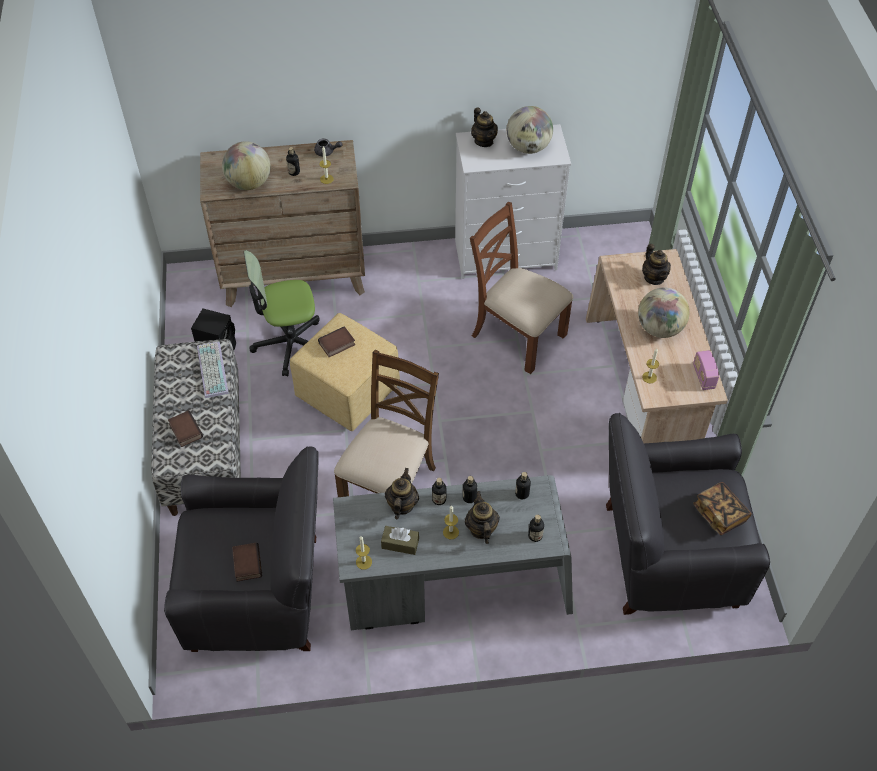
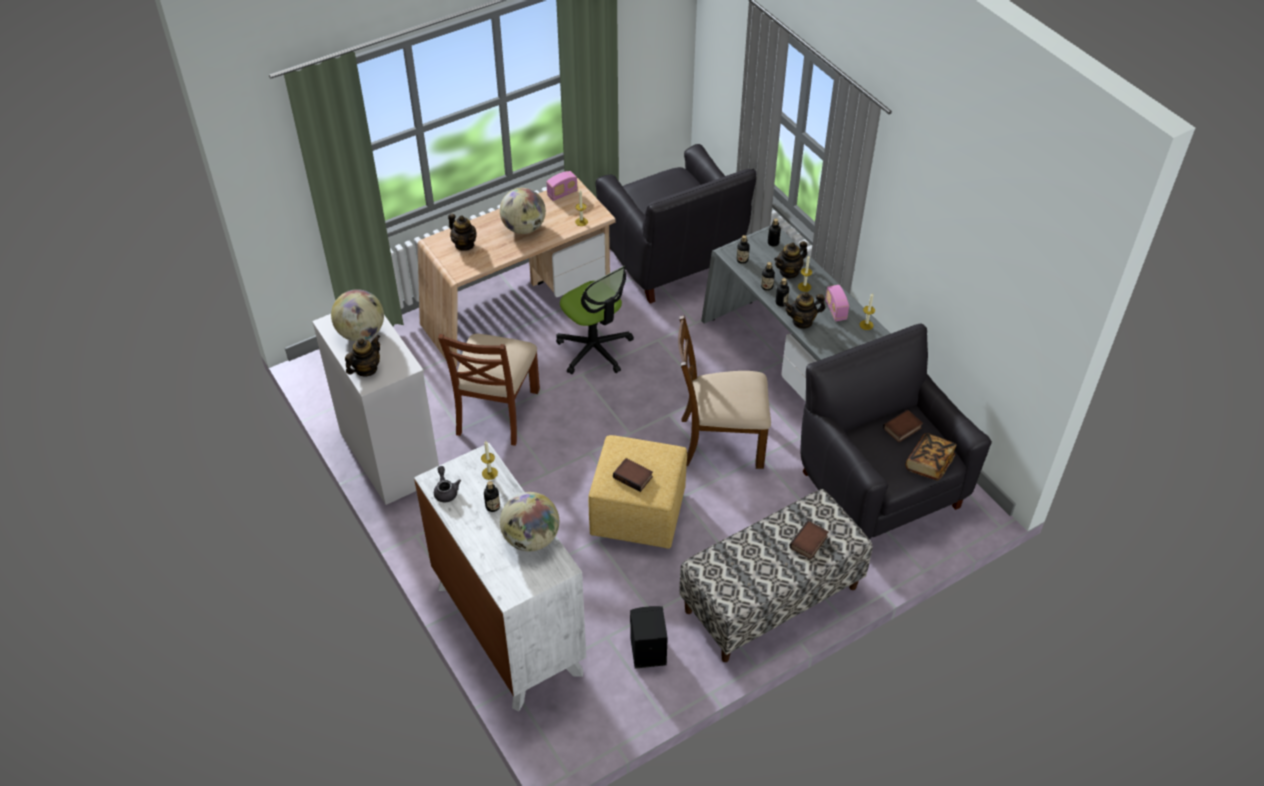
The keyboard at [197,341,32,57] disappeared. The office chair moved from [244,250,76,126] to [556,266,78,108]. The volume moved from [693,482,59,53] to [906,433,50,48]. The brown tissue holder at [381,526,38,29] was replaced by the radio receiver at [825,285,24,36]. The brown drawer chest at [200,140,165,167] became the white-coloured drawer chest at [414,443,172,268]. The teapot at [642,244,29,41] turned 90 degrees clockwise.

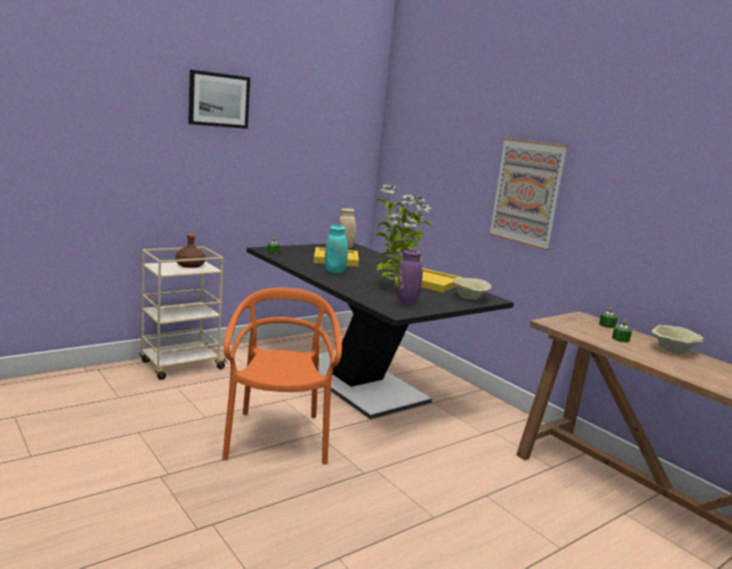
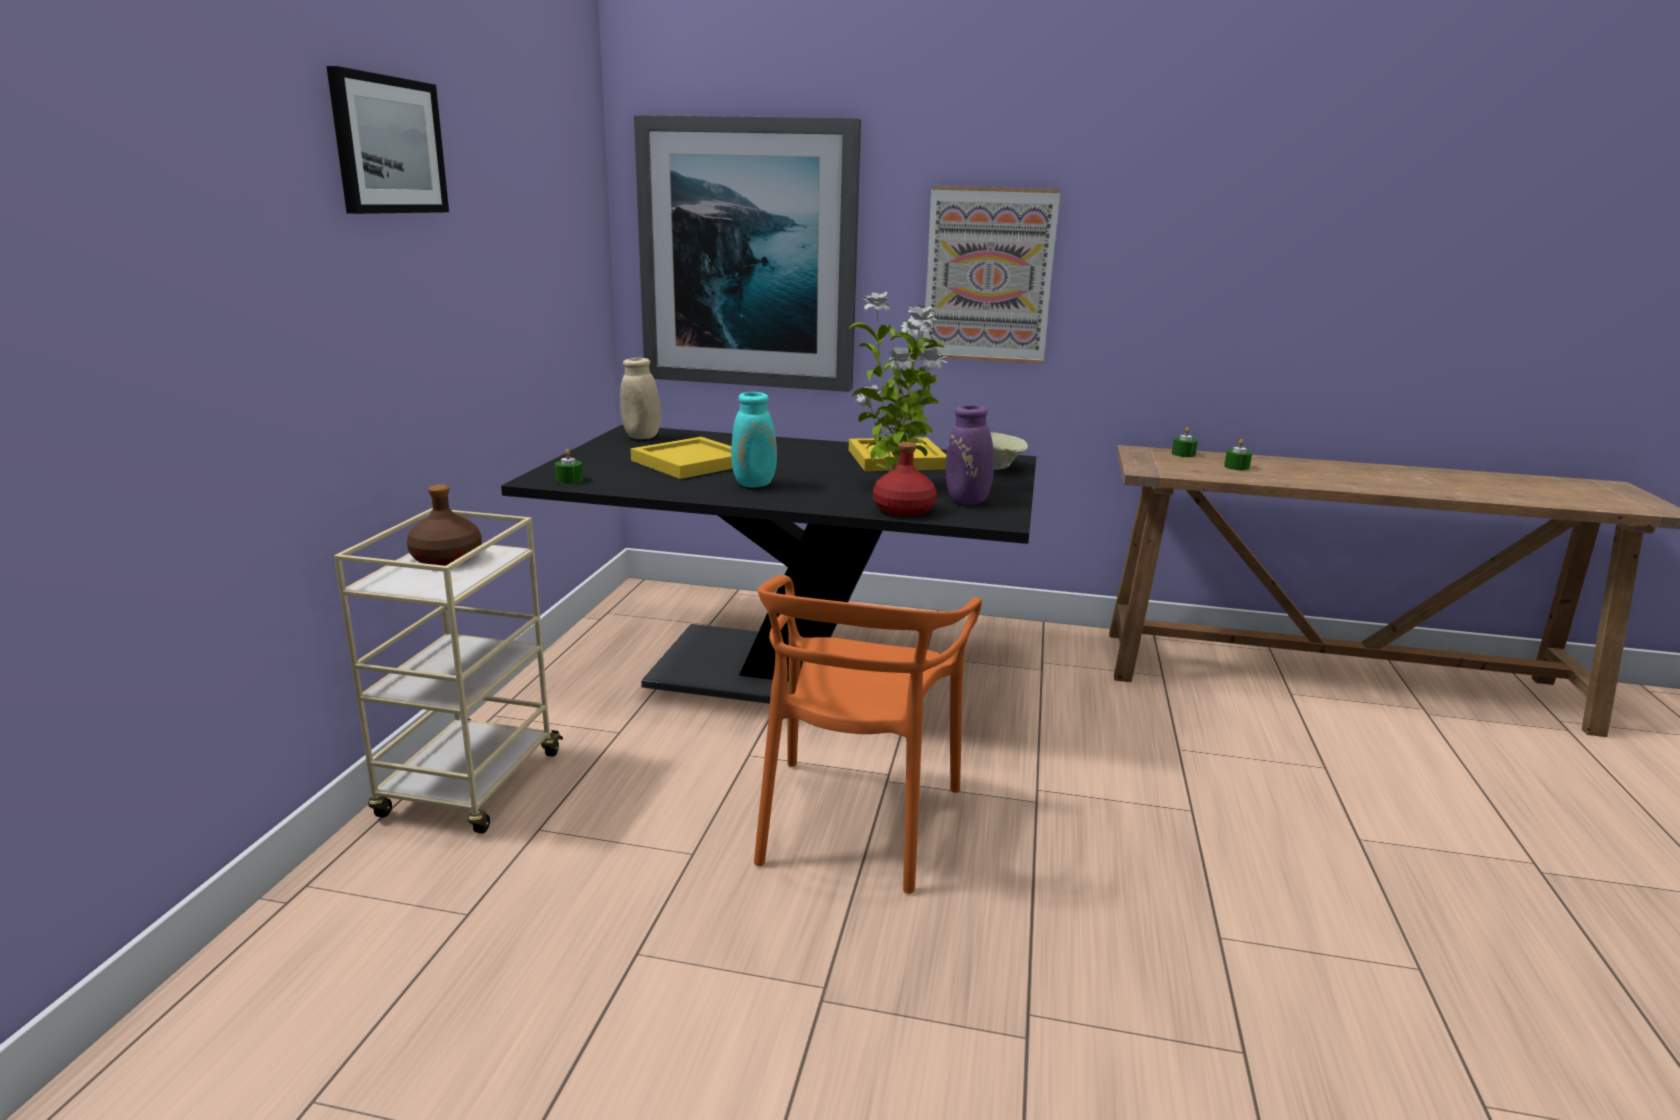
The beige deep dish at [652,325,52,29] disappeared. The picture at [634,115,227,277] appeared. The red-coloured bottle at [873,442,64,75] appeared. The orangey chair at [222,287,120,177] turned 120 degrees counterclockwise.

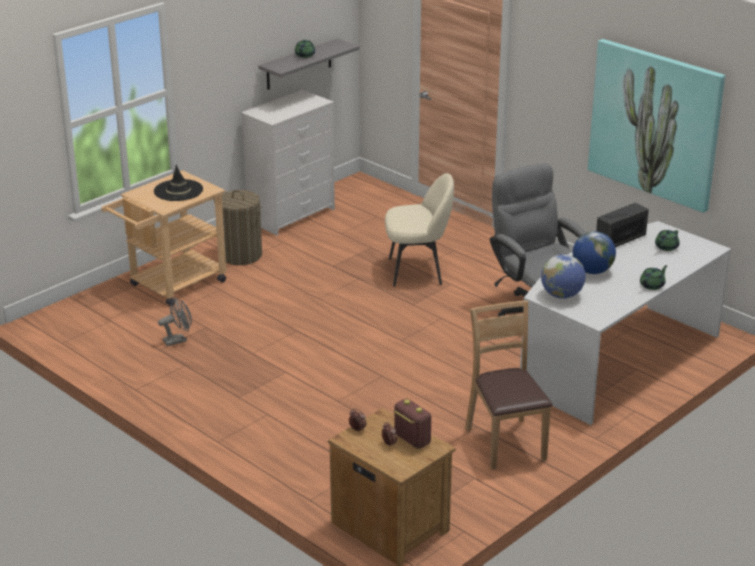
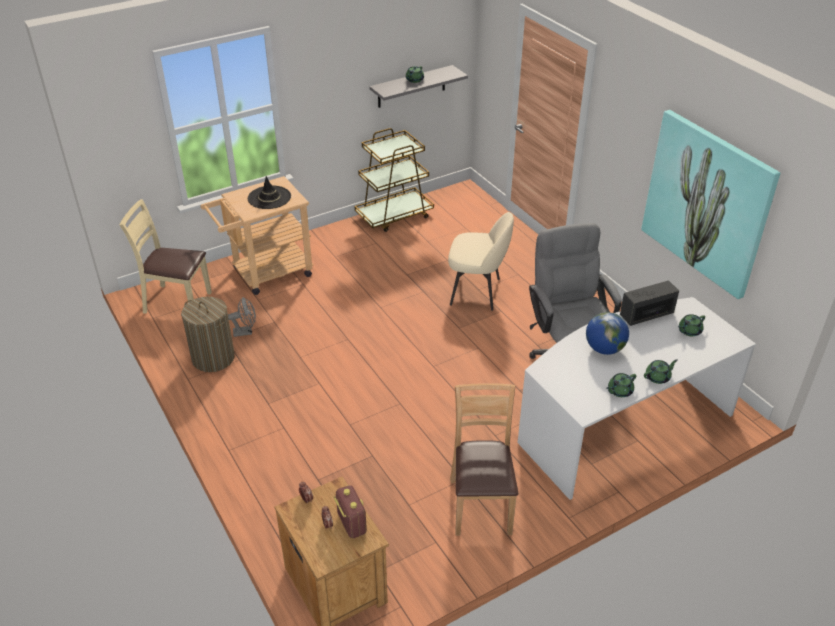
The desk globe at [541,254,45,45] disappeared. The beige chair at [120,199,92,115] appeared. The green-coloured teapot at [606,373,30,24] appeared. The washing basket moved from [213,190,49,75] to [181,297,54,75]. The white-coloured drawer chest at [241,90,94,145] was replaced by the brown cart at [355,128,79,104].

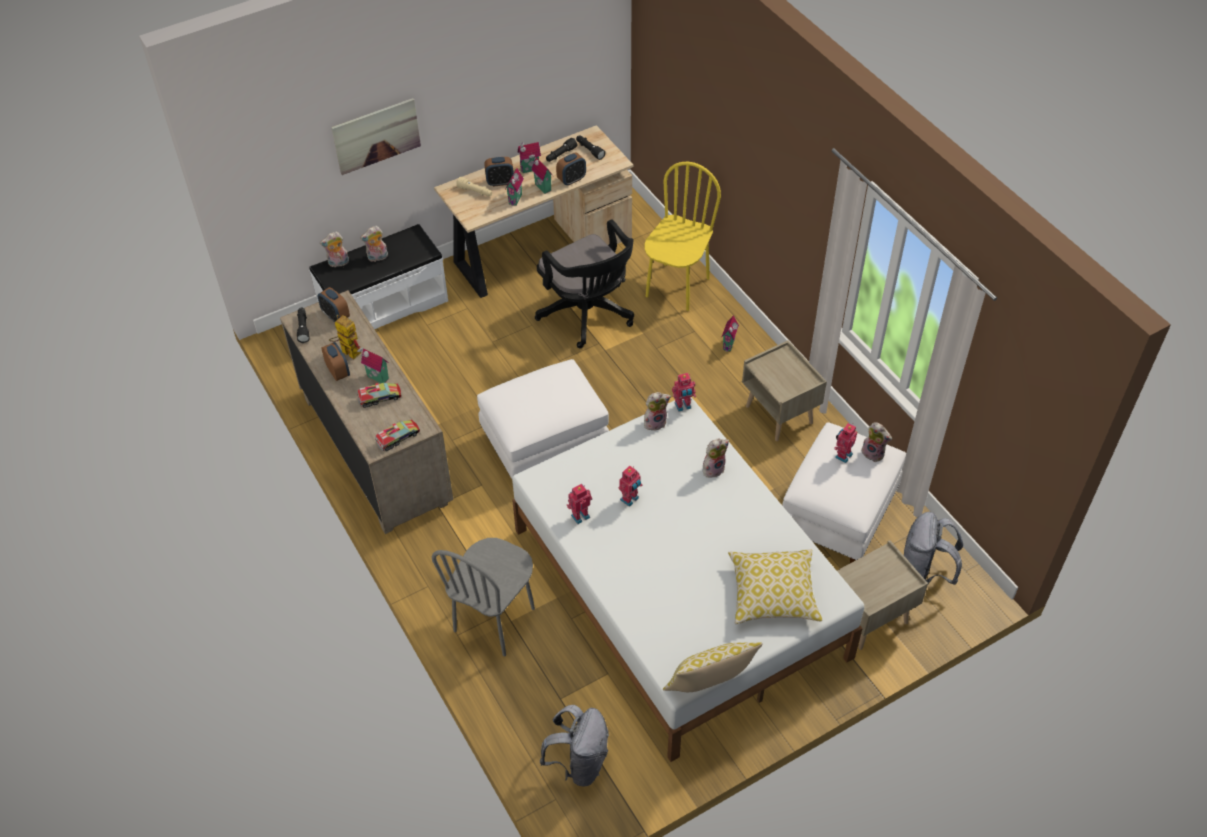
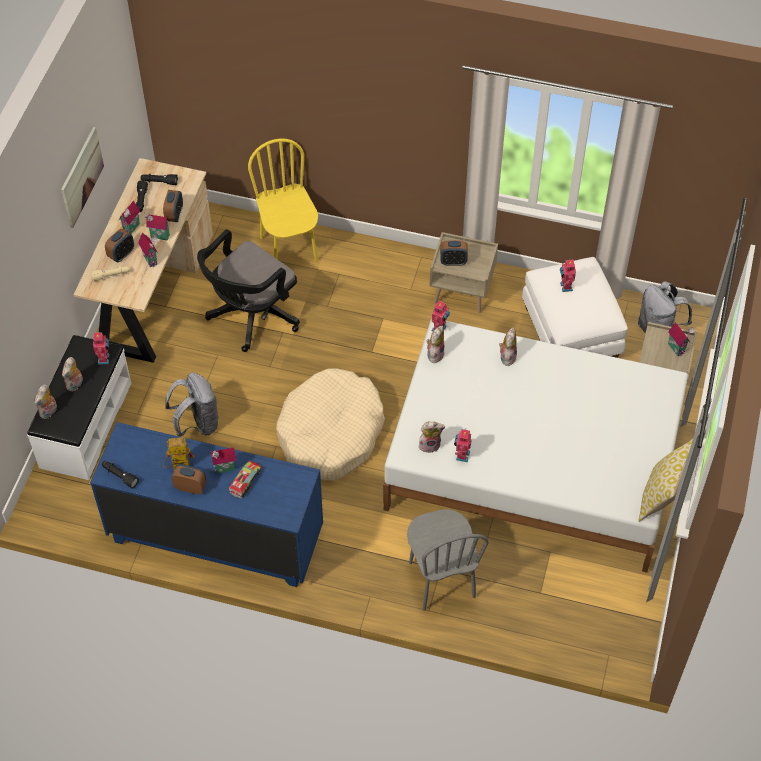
The model truck at [375,419,45,32] disappeared. The pillow at [728,549,95,75] disappeared. The bedside clock moved from [318,287,32,35] to [440,240,28,26]. The picture moved from [331,98,90,77] to [61,127,43,101]. The gray knapsack moved from [540,705,69,81] to [165,372,54,65]. The robot figure moved from [618,466,24,41] to [93,332,16,32]. The toy house moved from [721,315,18,37] to [668,322,27,34]. The cuddly toy moved from [861,422,31,40] to [419,421,26,32]. The white-coloured pouffe at [477,359,132,120] was replaced by the beige dog bed at [276,368,109,113]. The beige drawer chest at [280,290,174,244] became the blue-coloured drawer chest at [90,422,233,165]. The black-coloured office chair at [535,219,99,129] turned 120 degrees clockwise.

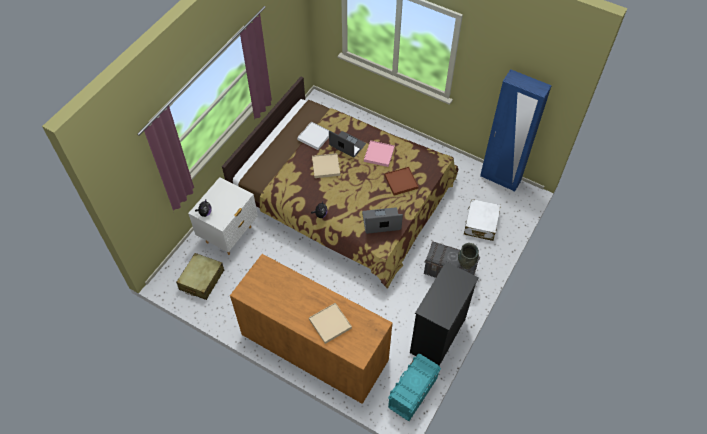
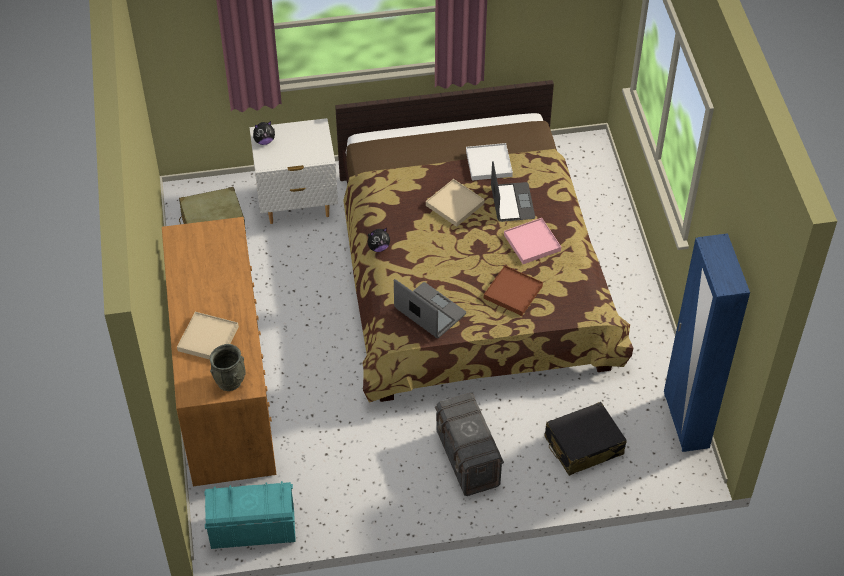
The black-coloured drawer chest at [410,262,69,104] disappeared. The gray vase moved from [458,243,21,26] to [210,344,36,47]. The white-coloured piece of luggage at [464,199,37,42] became the black-coloured piece of luggage at [544,402,83,74].

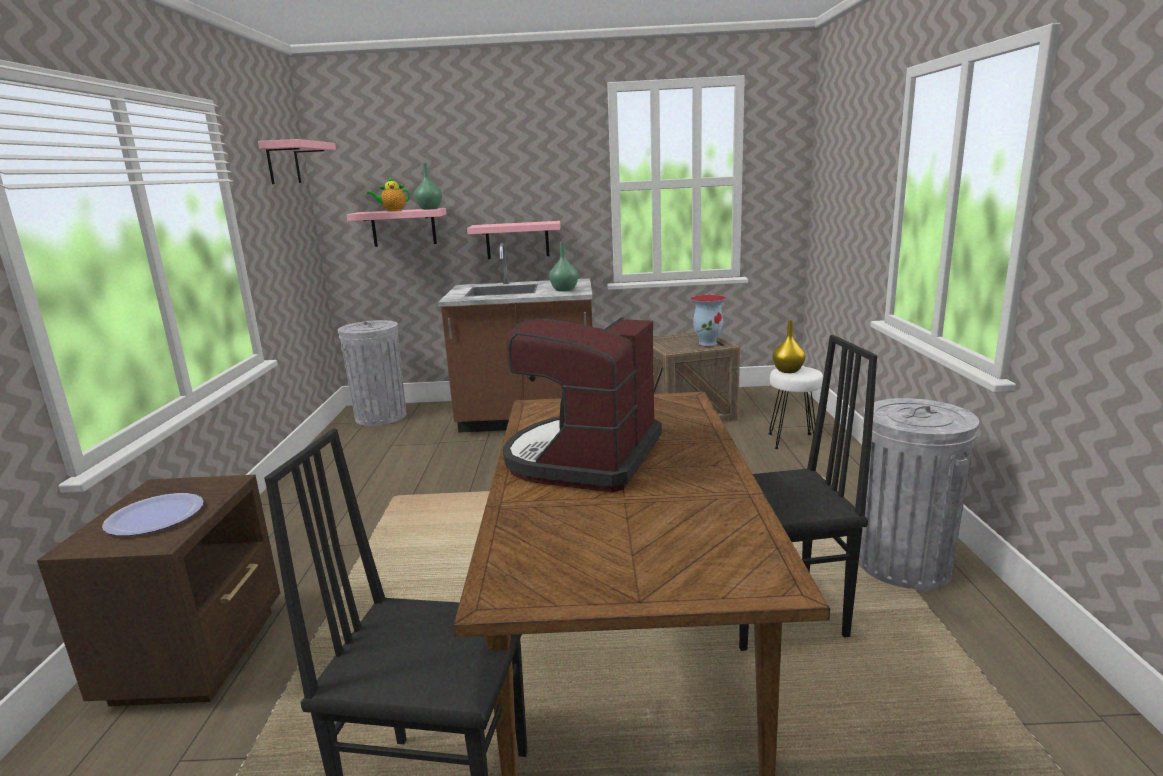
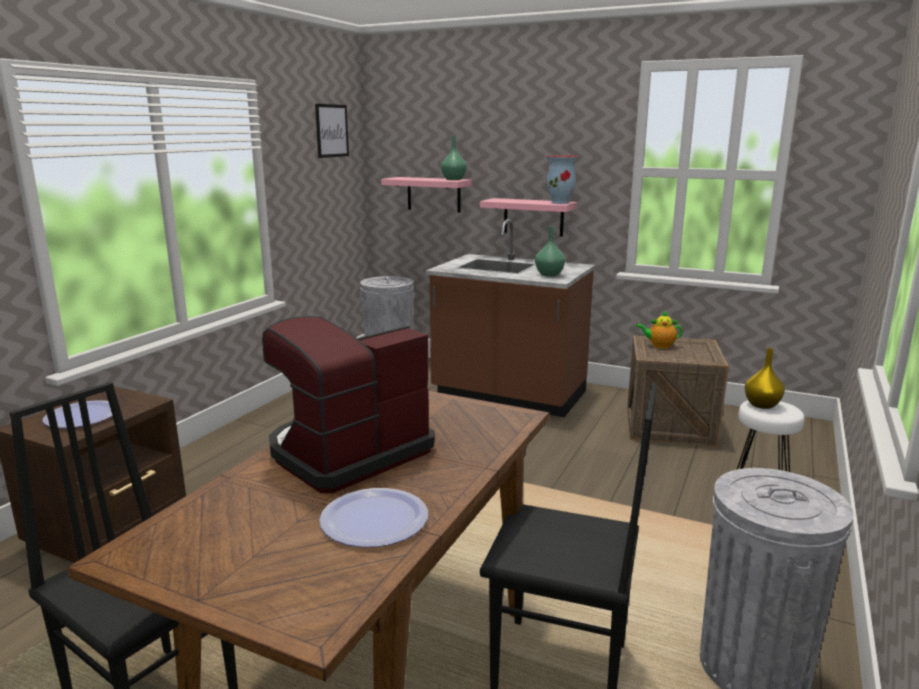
The flat dish at [319,488,109,59] appeared. The teapot moved from [367,176,43,35] to [636,310,47,39]. The vase moved from [690,295,36,51] to [545,156,35,48]. The pinkish shelf at [258,139,78,45] was replaced by the picture at [315,104,34,54].

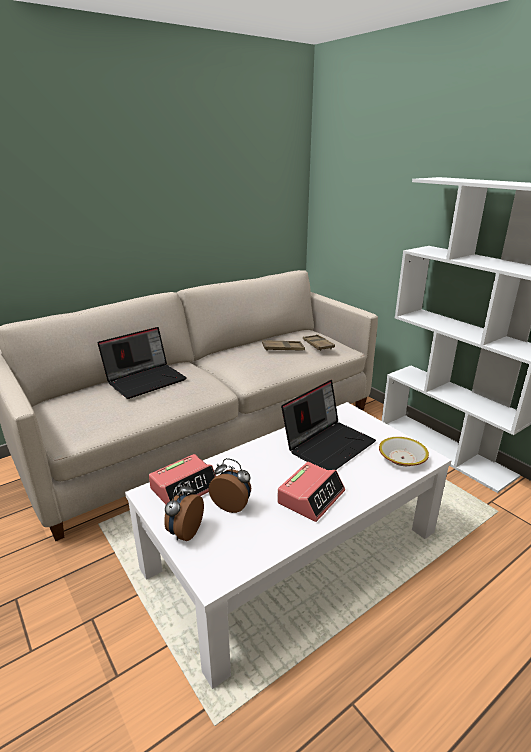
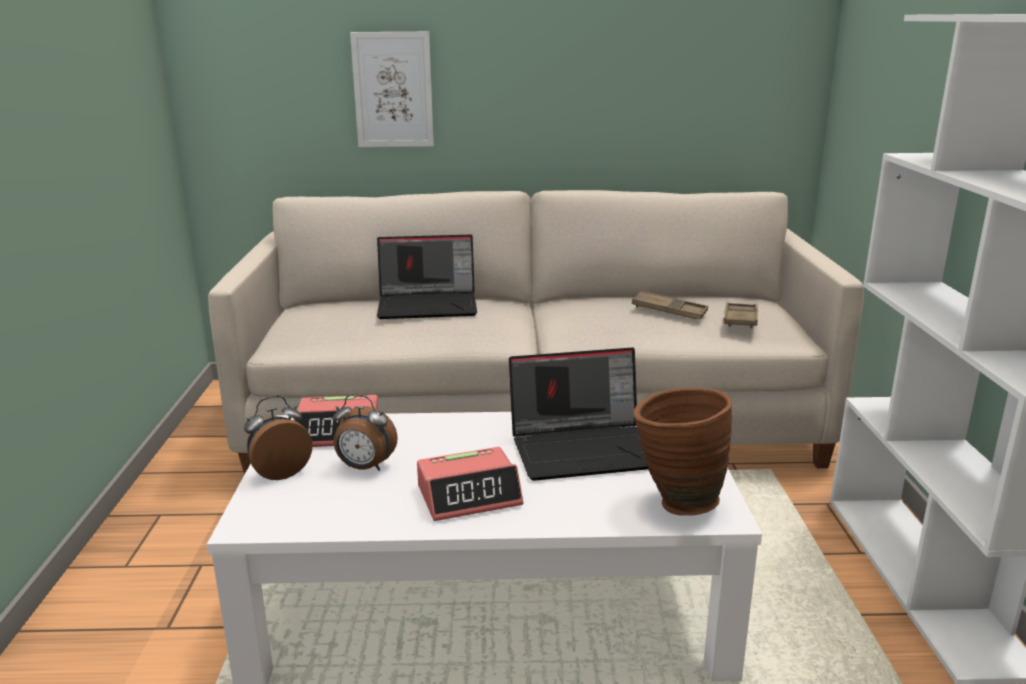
The picture at [350,32,84,115] appeared. The deep dish at [379,437,50,29] was replaced by the brown vase at [634,388,98,128]. The bedside clock at [209,458,42,55] turned 135 degrees clockwise.

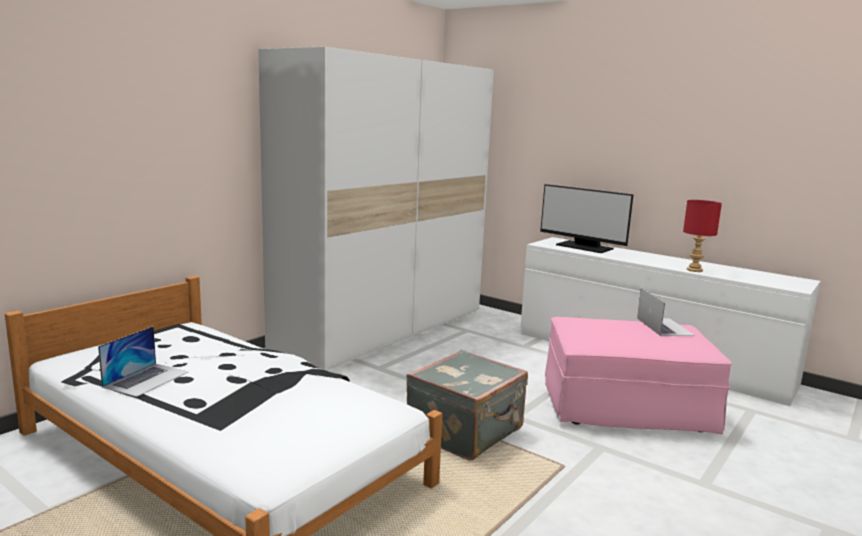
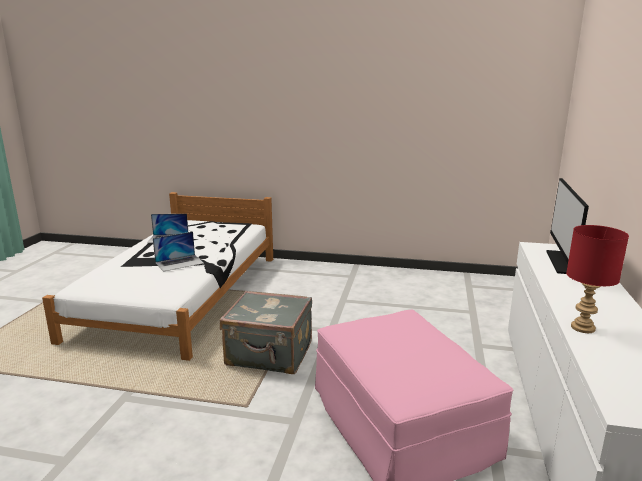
The white-coloured armoire at [258,46,236,324] disappeared. The notebook computer moved from [637,288,58,48] to [153,232,51,40].

